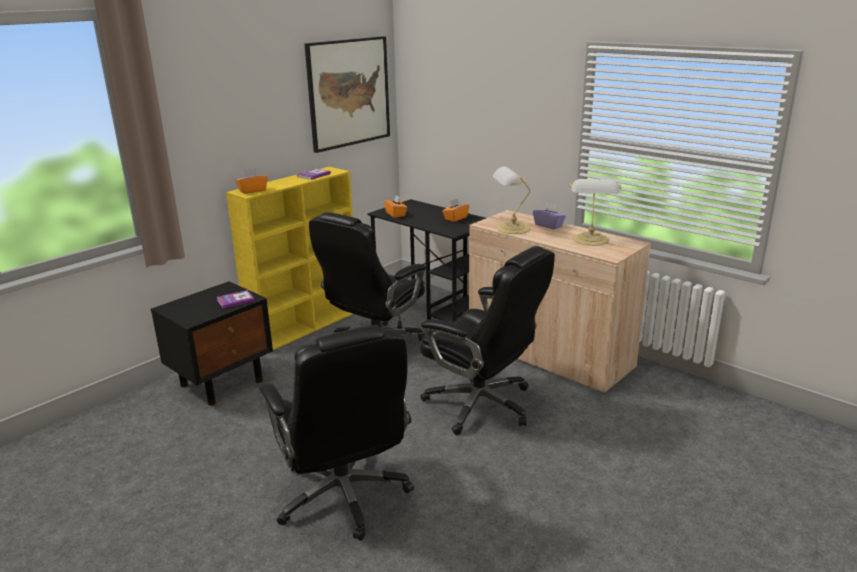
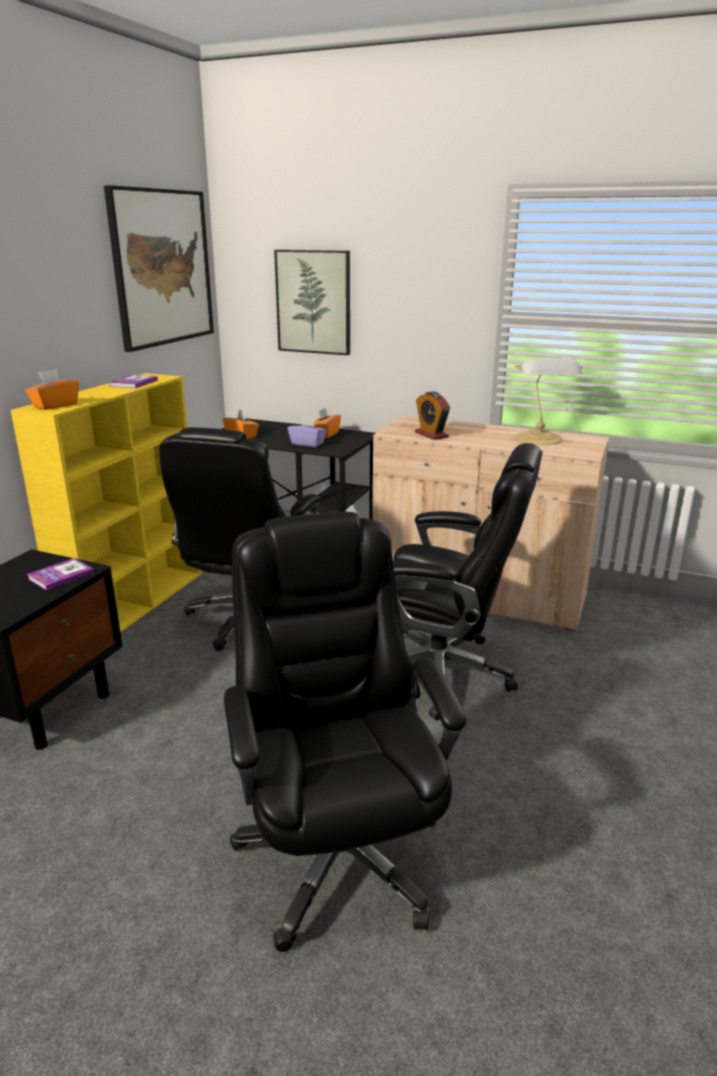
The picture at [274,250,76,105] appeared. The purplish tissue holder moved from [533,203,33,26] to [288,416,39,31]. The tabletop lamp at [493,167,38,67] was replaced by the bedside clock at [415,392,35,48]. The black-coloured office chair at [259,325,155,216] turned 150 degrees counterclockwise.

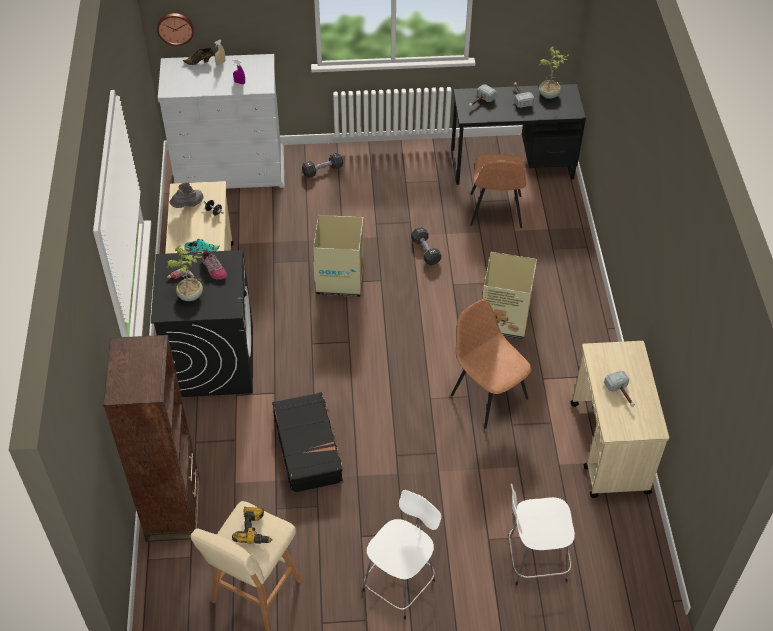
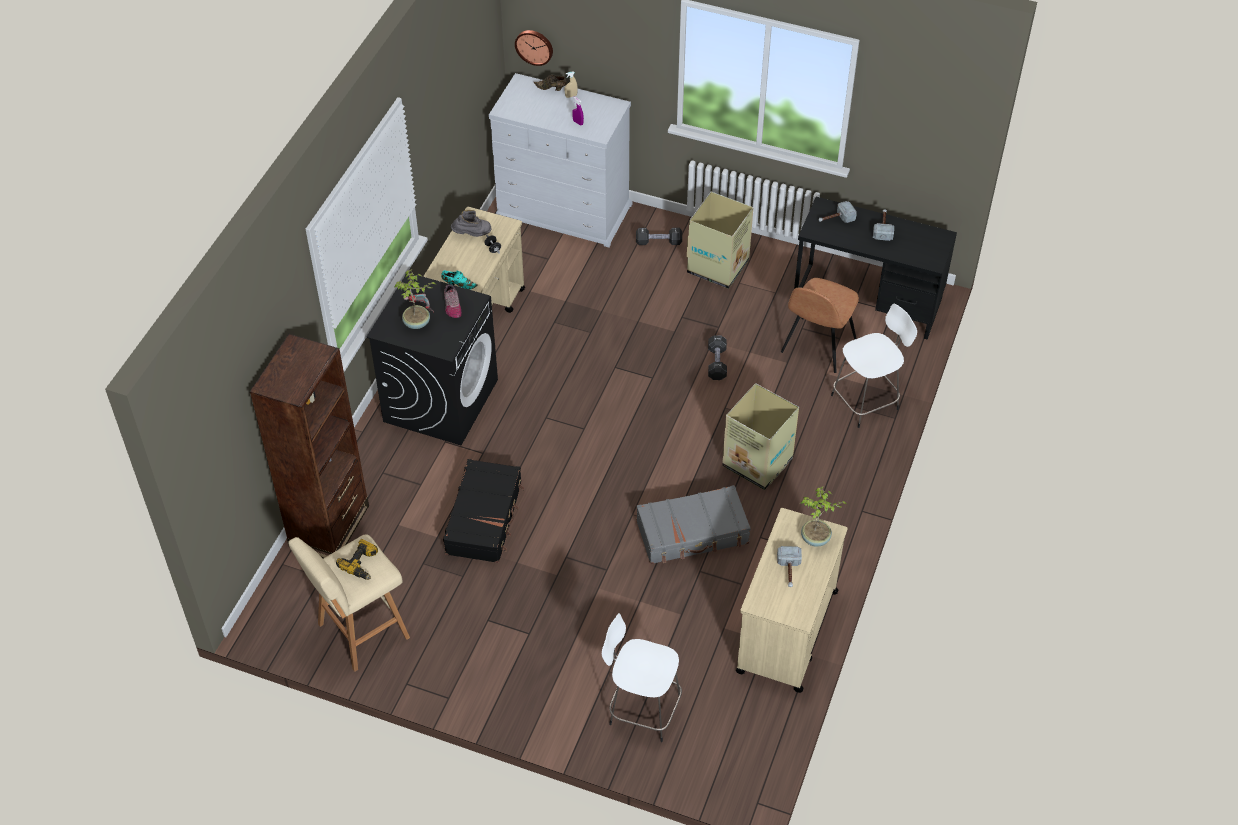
The packing box moved from [313,215,51,82] to [687,192,66,97]. The white-coloured stool moved from [362,490,79,130] to [831,304,86,124]. The houseplant moved from [539,47,31,52] to [801,486,46,61]. The brown chair at [451,299,80,130] was replaced by the gray piece of luggage at [636,485,115,79].

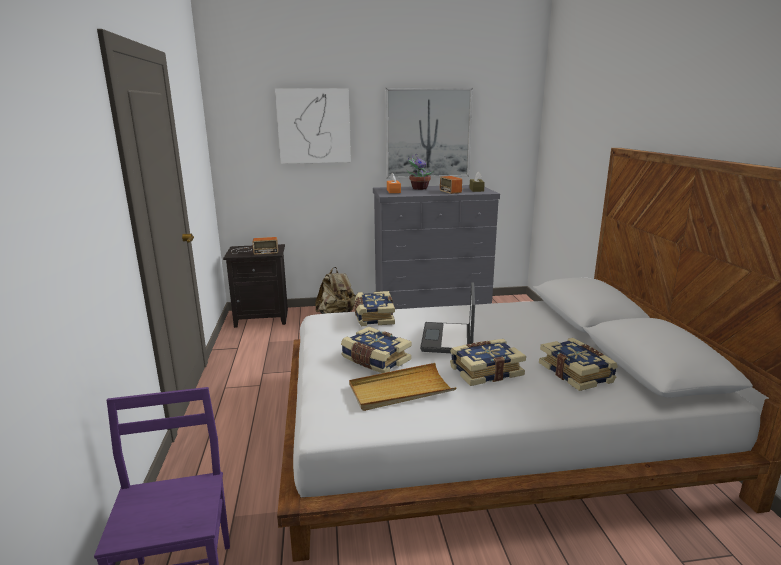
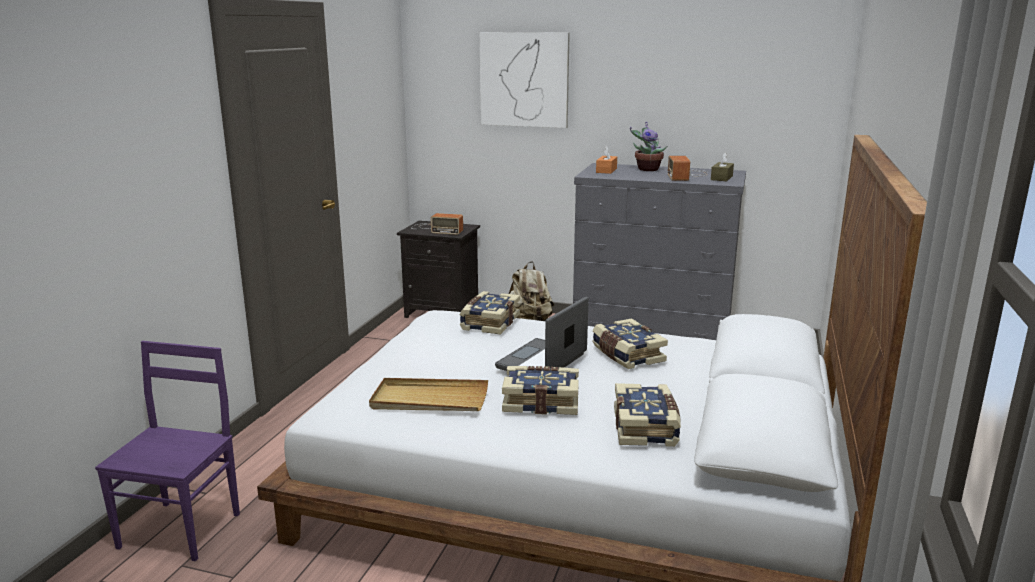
The picture at [385,88,88,91] disappeared. The volume moved from [341,327,70,46] to [593,318,75,51].

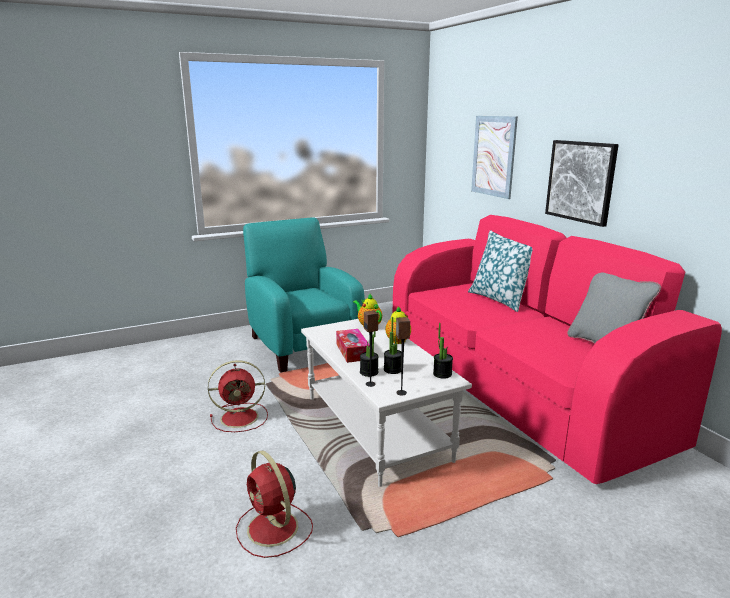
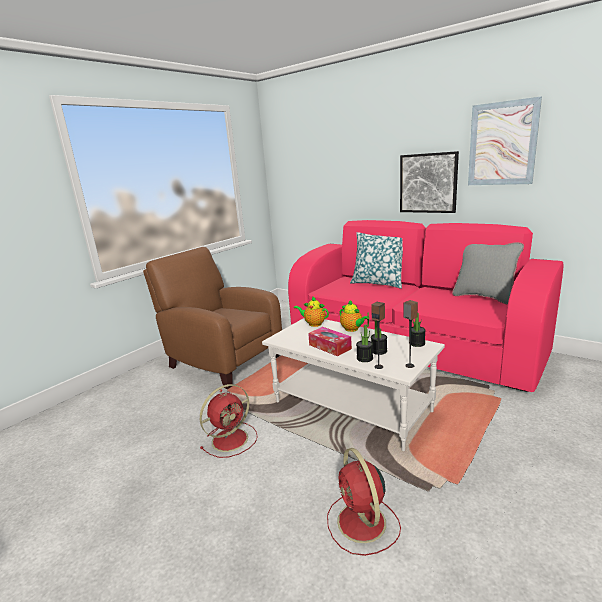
The picture moved from [471,116,47,83] to [468,96,74,89]. The blue-green lounge chair at [243,218,122,155] became the brown lounge chair at [143,247,139,142]. The red-coloured electric fan at [236,451,77,107] turned 45 degrees clockwise.

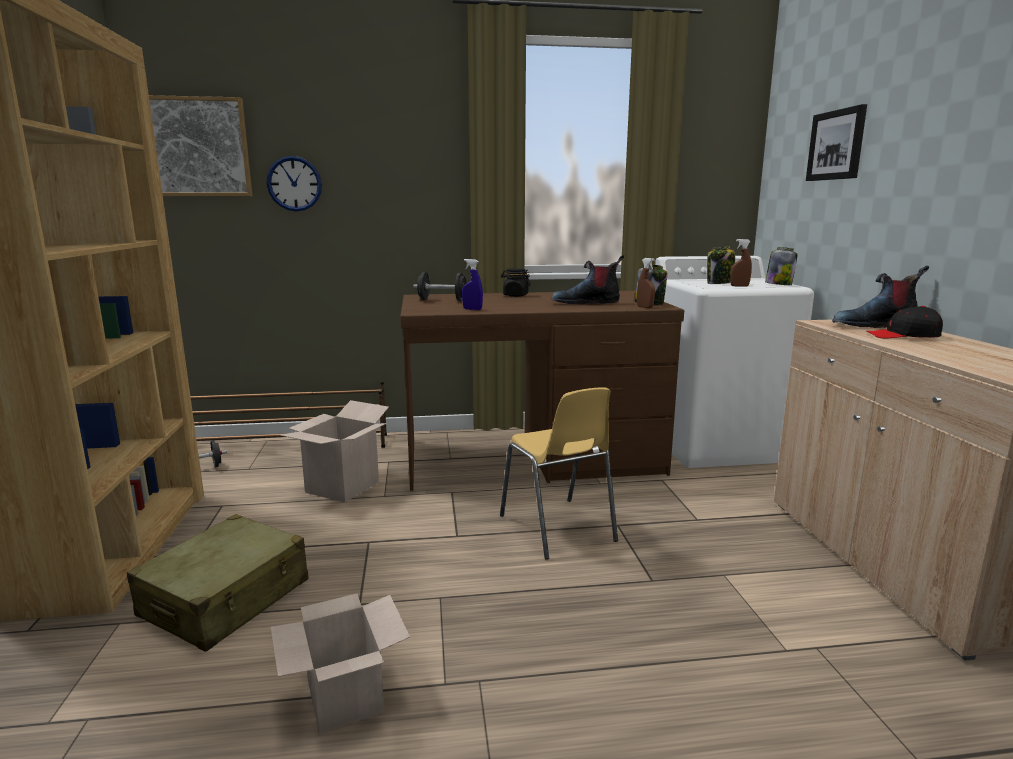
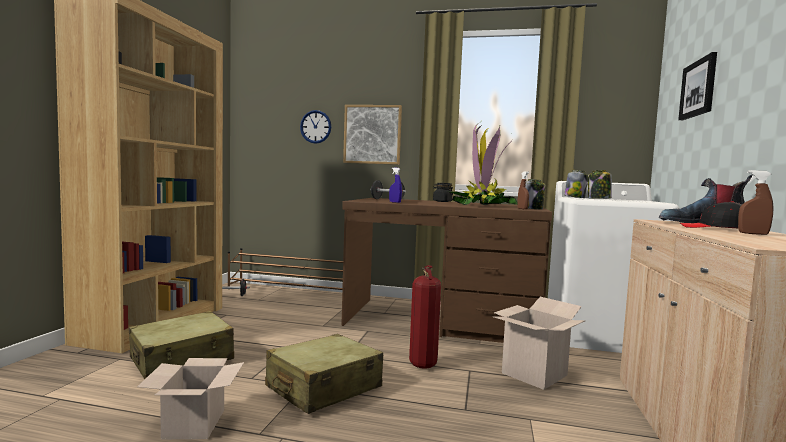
The beige piece of luggage at [265,334,118,80] appeared. The picture moved from [149,95,103,101] to [343,105,59,60]. The packing box moved from [280,400,109,103] to [494,297,92,93]. The brown spray bottle moved from [730,239,22,48] to [738,170,35,65]. The storage jar moved from [765,247,33,38] to [564,170,24,28]. The yellow chair at [500,388,118,172] was replaced by the extinguisher at [409,265,32,104]. The tall boot at [551,255,73,50] was replaced by the houseplant at [450,122,67,83].

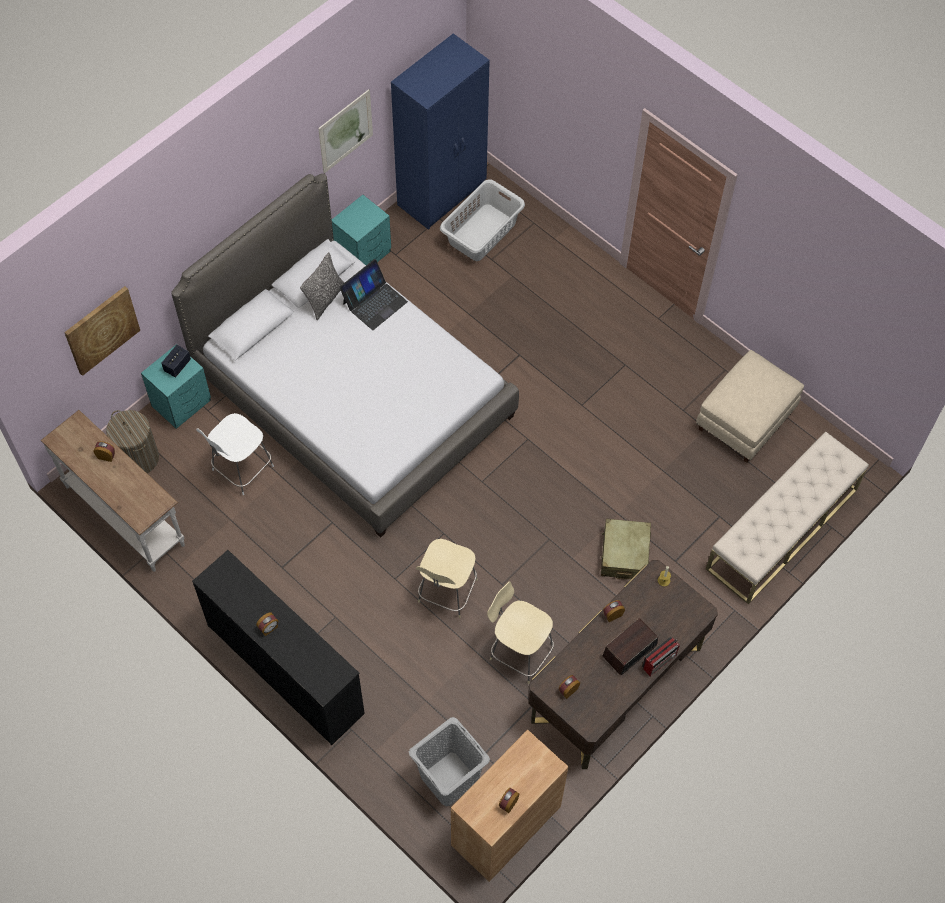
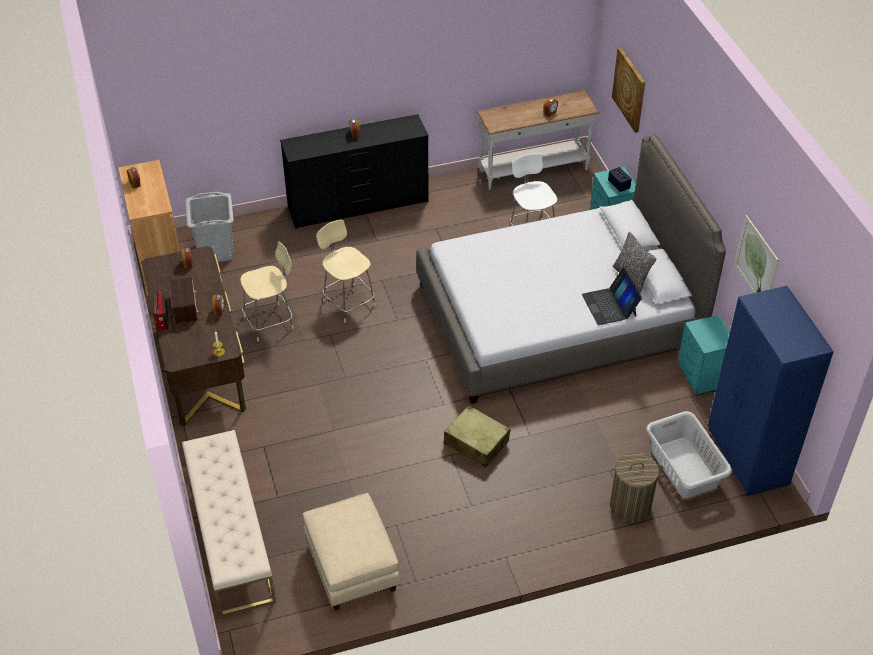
The washing basket moved from [106,410,53,63] to [610,452,54,71]. The beige piece of luggage moved from [601,519,50,60] to [444,405,66,63].

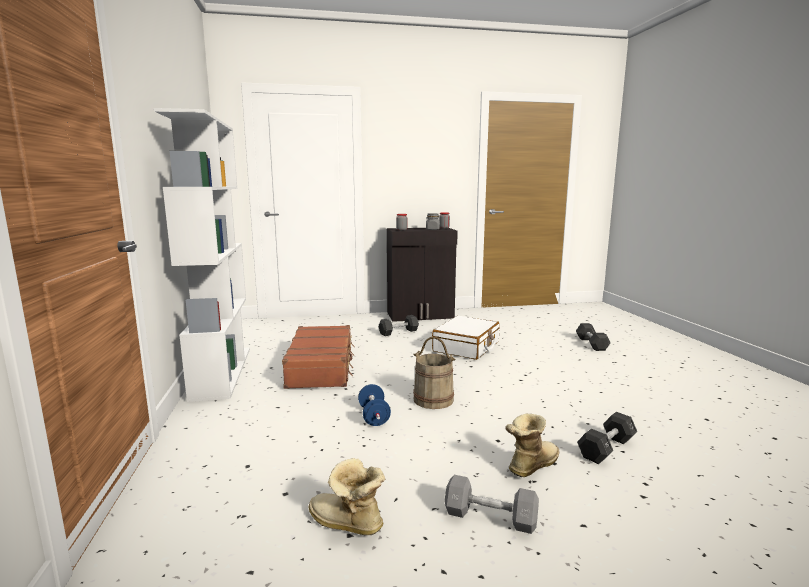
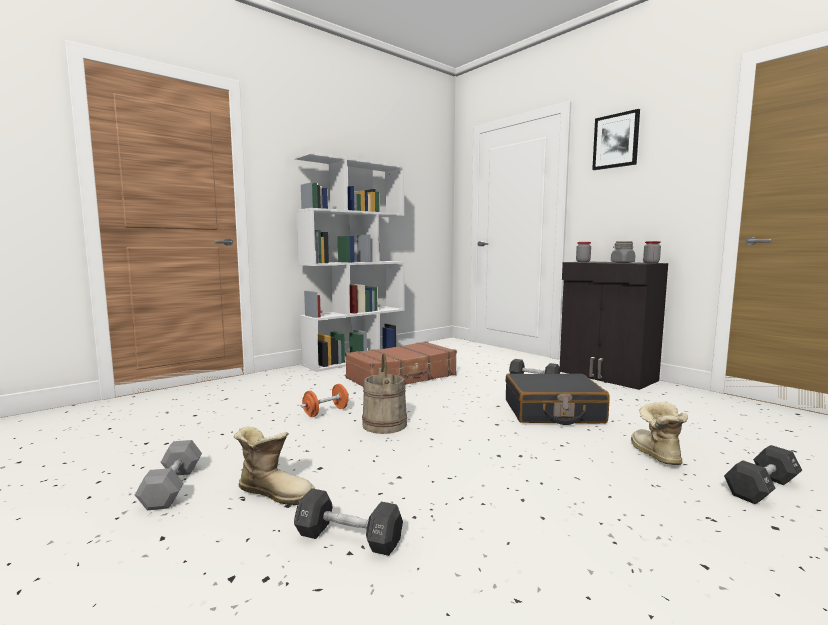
The picture at [592,109,48,61] appeared. The tall boot moved from [309,458,76,77] to [631,402,57,63]. The blue-coloured dumbbell at [358,384,33,42] became the orangey dumbbell at [301,384,48,33]. The white-coloured piece of luggage at [432,316,68,44] became the black-coloured piece of luggage at [506,374,104,51].

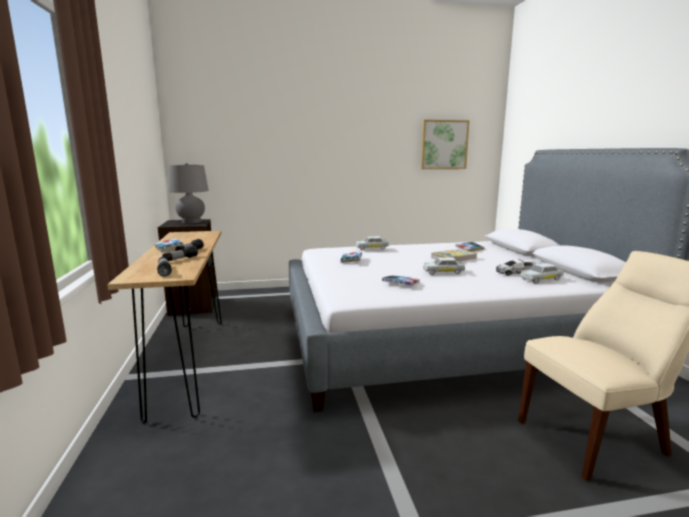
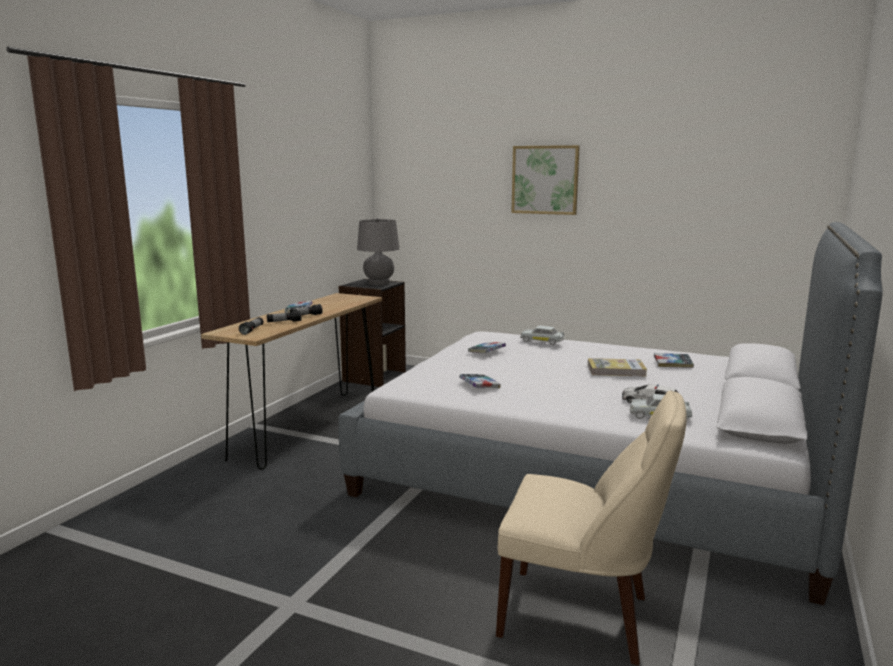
The white-coloured model car at [423,257,42,18] disappeared. The picture moved from [421,120,48,49] to [511,145,69,70].

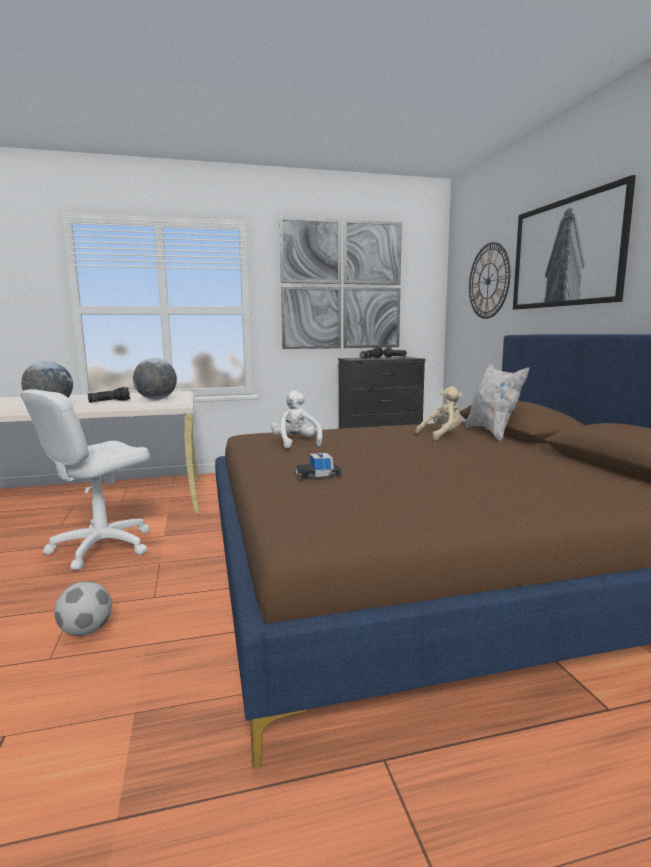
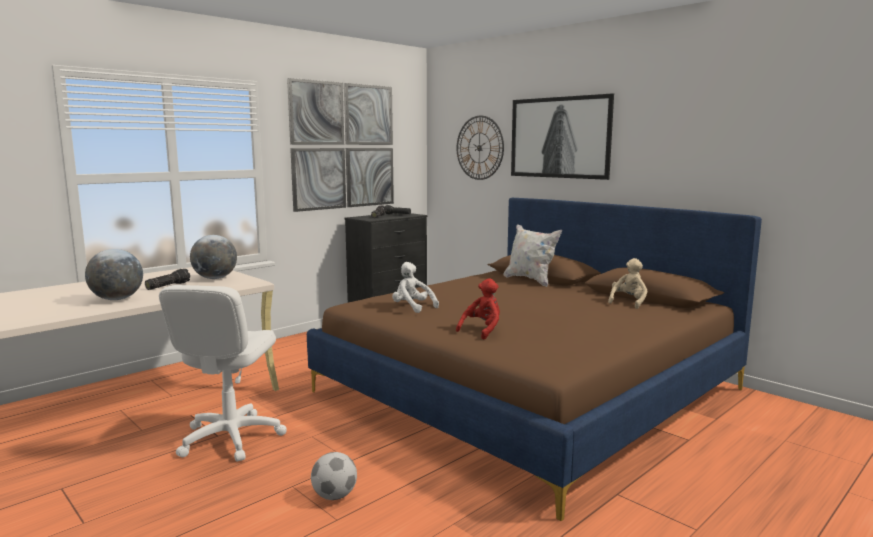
The beige cuddly toy moved from [415,386,47,55] to [608,258,40,51]. The model car at [294,452,48,28] was replaced by the red-coloured cuddly toy at [456,278,44,61].

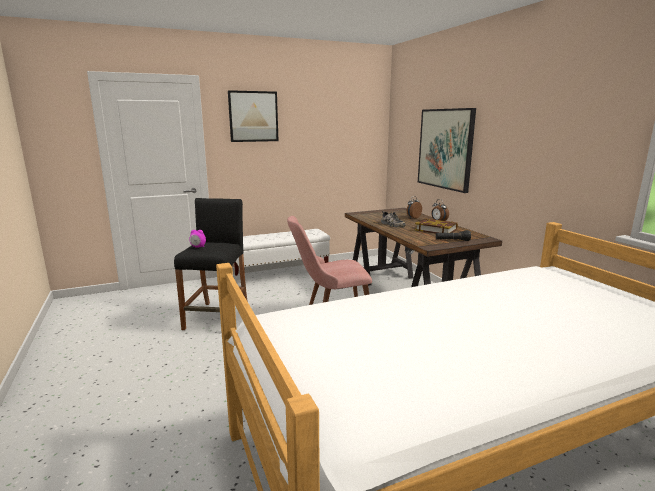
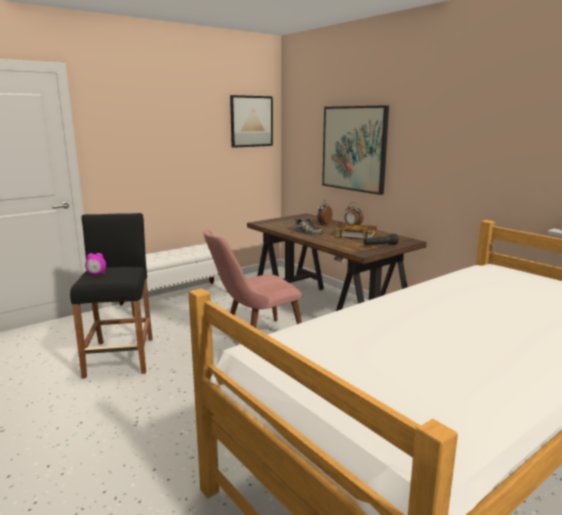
The picture moved from [228,90,51,52] to [230,95,43,53].

